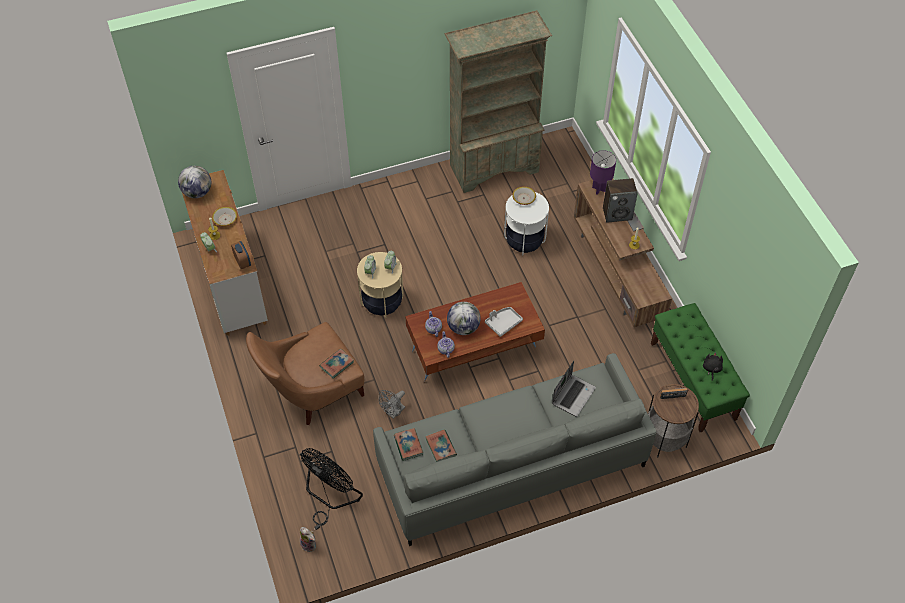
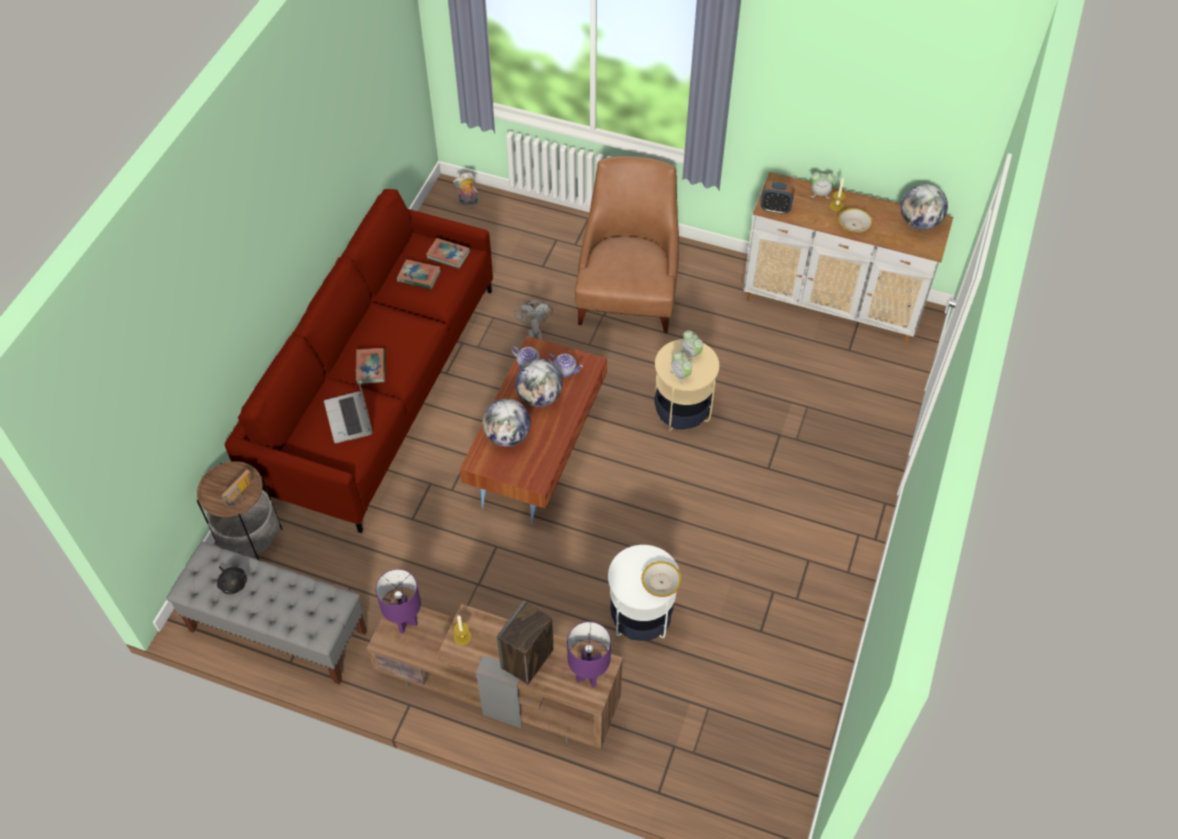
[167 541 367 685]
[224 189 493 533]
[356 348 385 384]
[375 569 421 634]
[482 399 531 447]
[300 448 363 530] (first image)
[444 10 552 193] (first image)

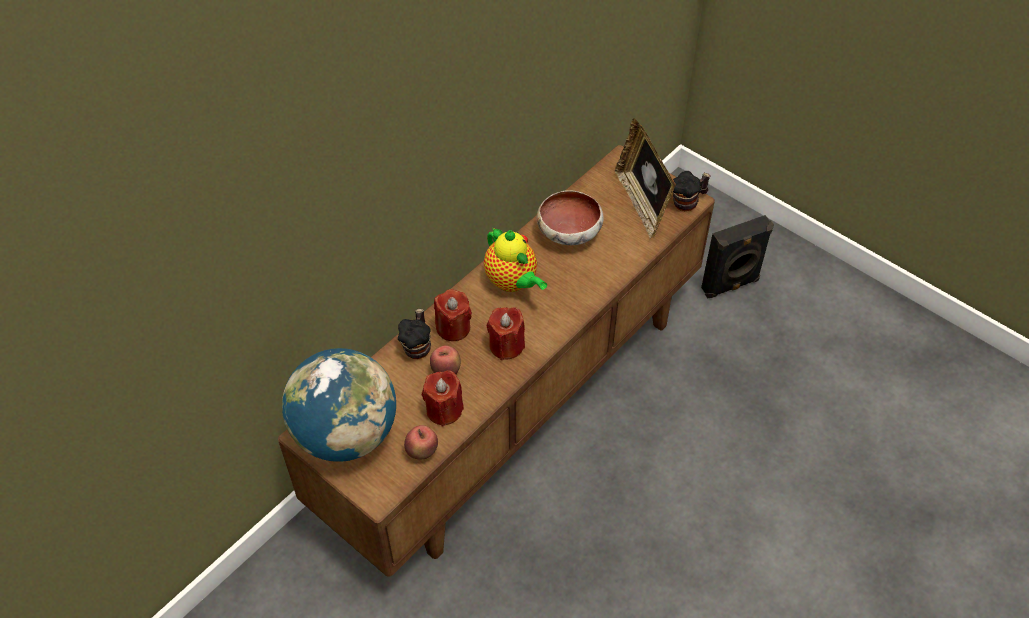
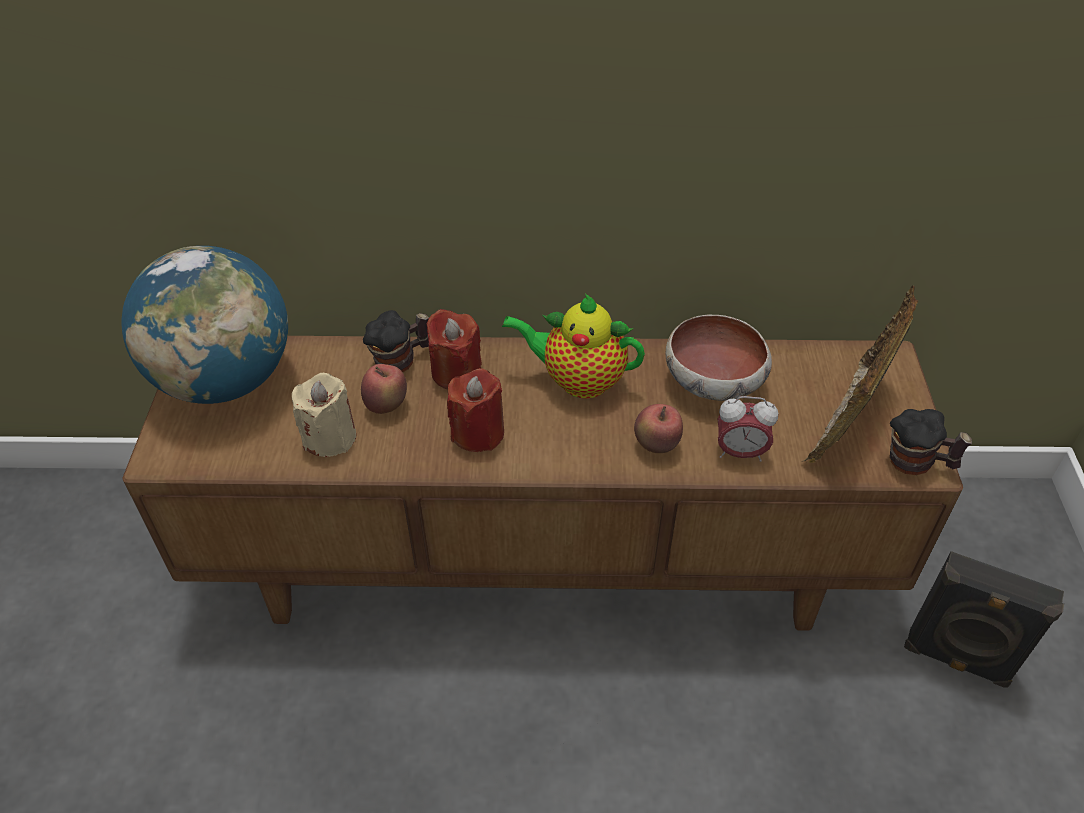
[292 373 356 457]
[502 294 645 398]
[634 404 683 453]
[717 396 778 462]

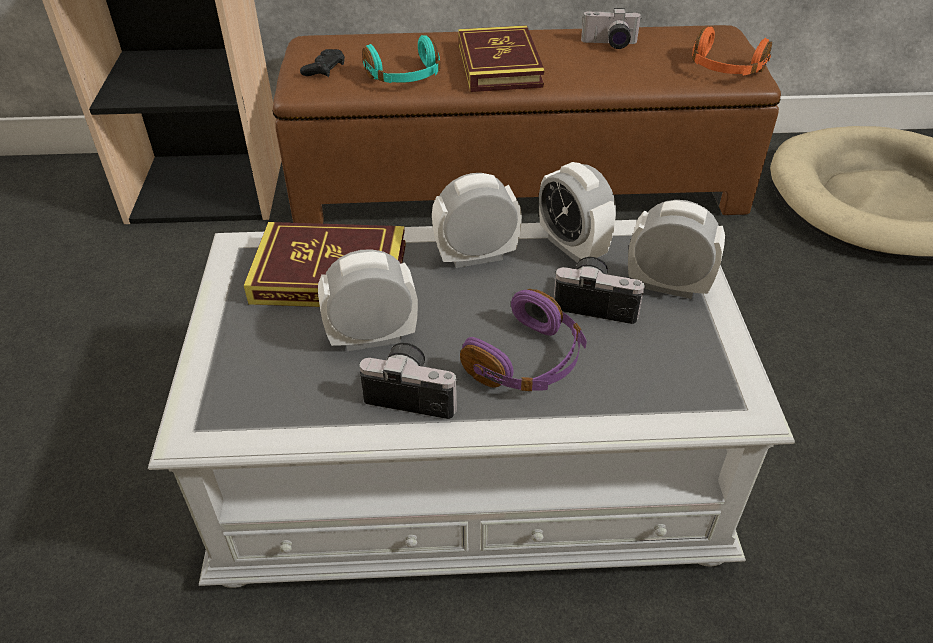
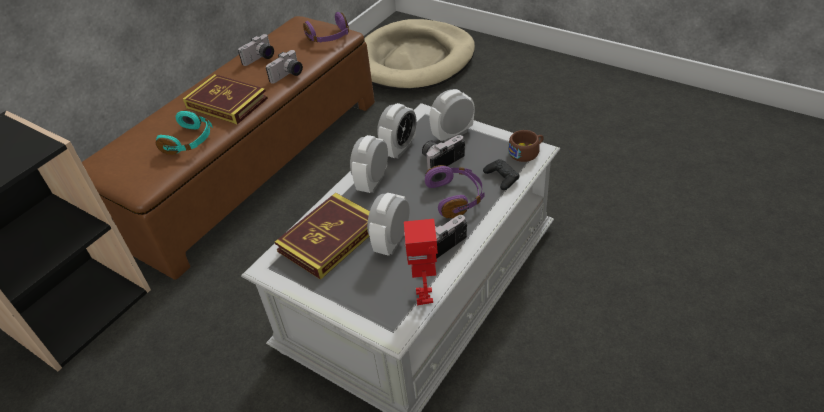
[266 50 303 84]
[303 12 349 43]
[377 103 417 159]
[404 219 438 305]
[483 159 520 190]
[508 130 543 162]

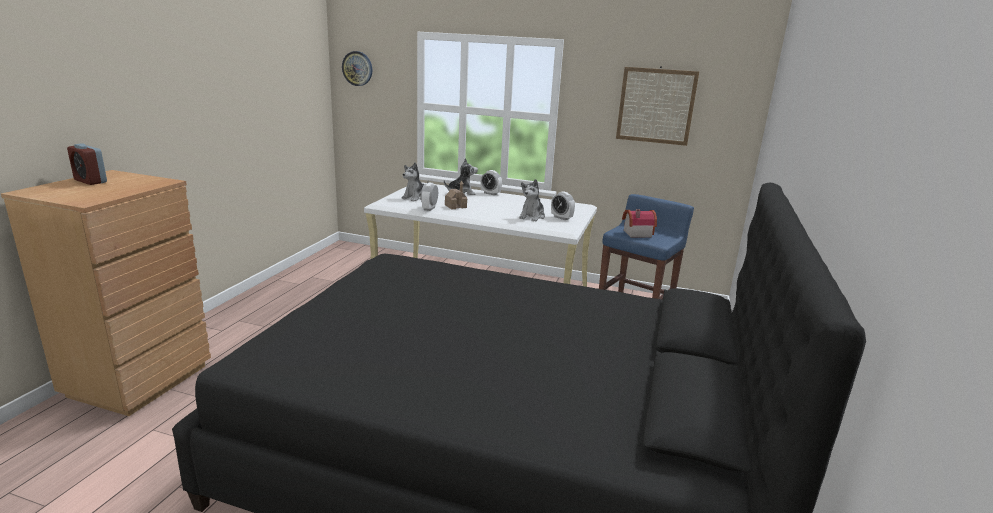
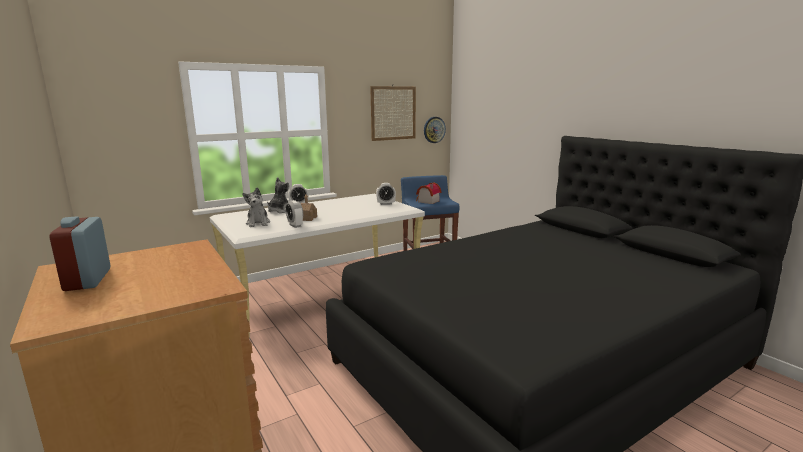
[50 216 110 291]
[424 117 446 143]
[519 179 545 222] (first image)

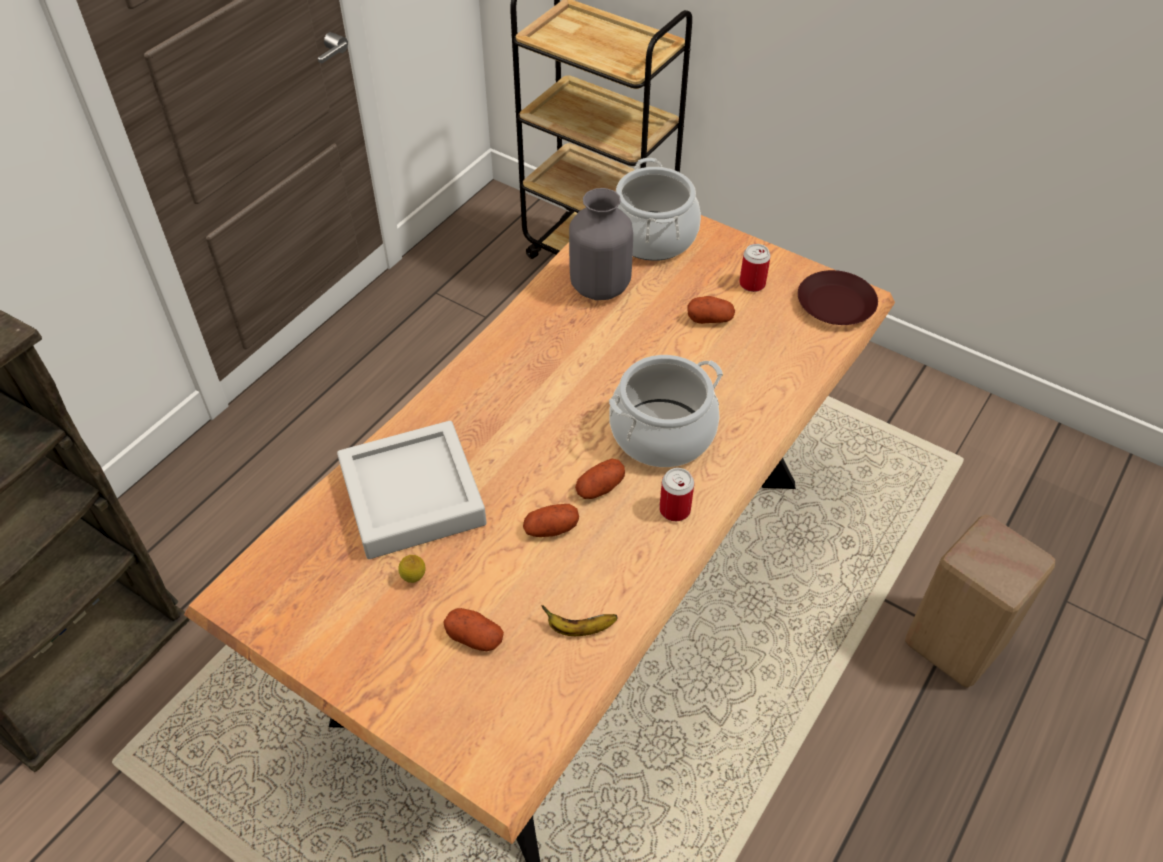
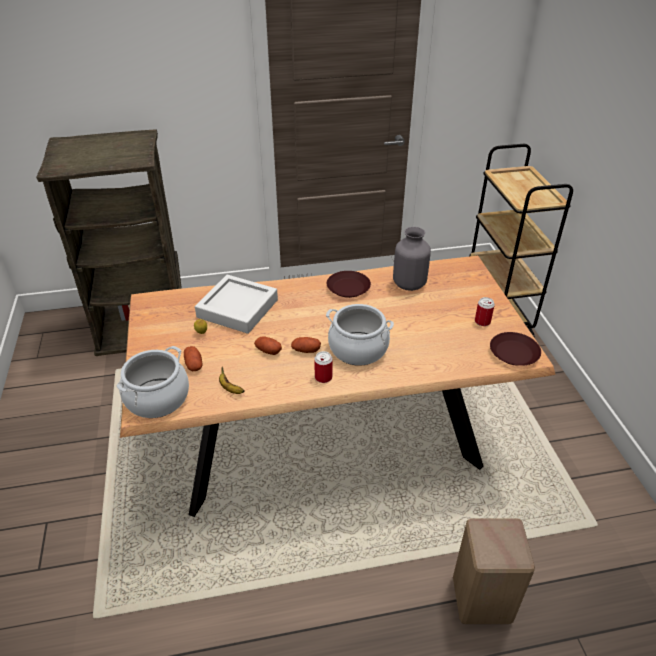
[116 346 189 418]
[327 271 371 298]
[687 296 735 324] (first image)

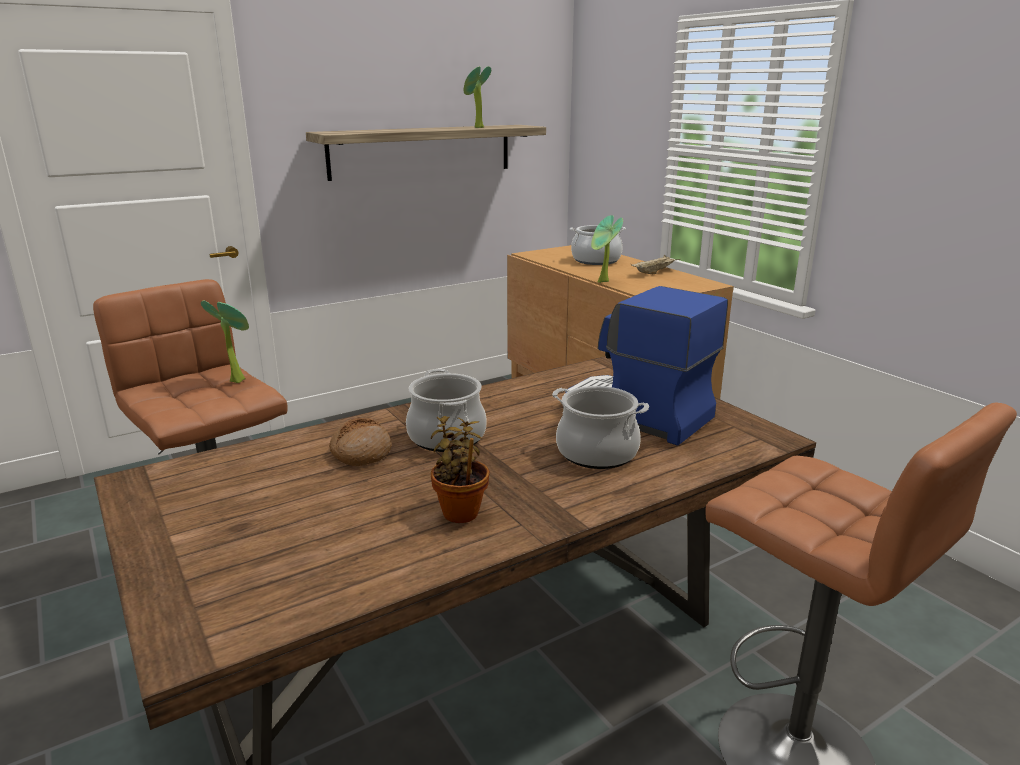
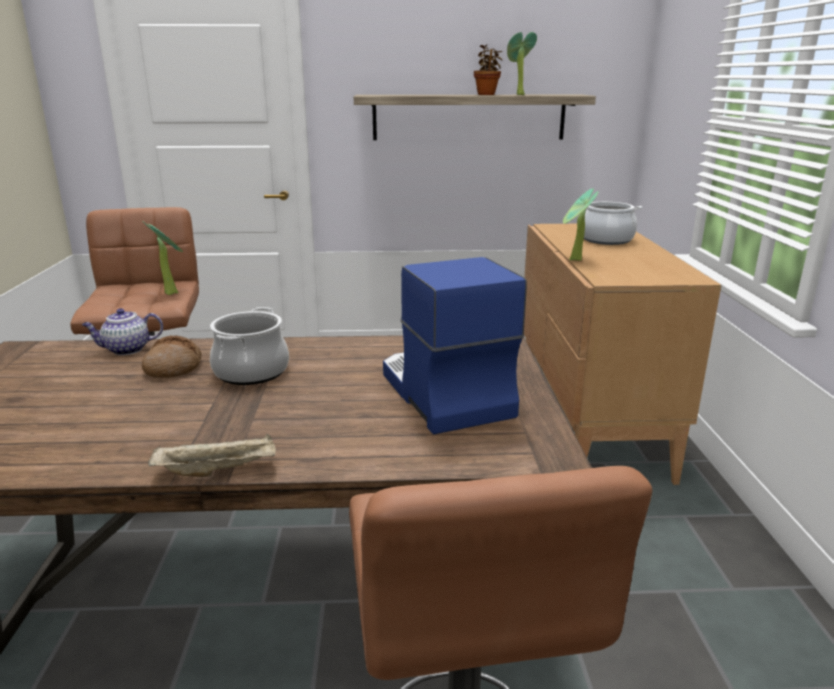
[82 308 163 355]
[148 434 276 477]
[474 44 502 95]
[552 386 649 469] (first image)

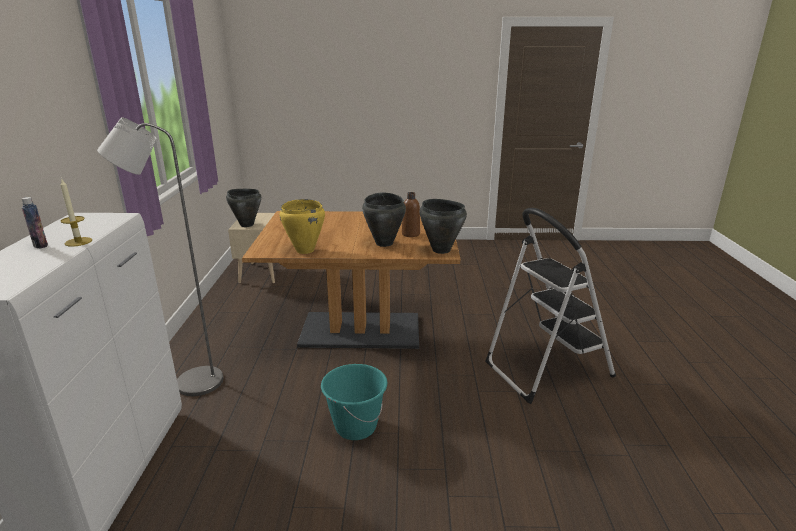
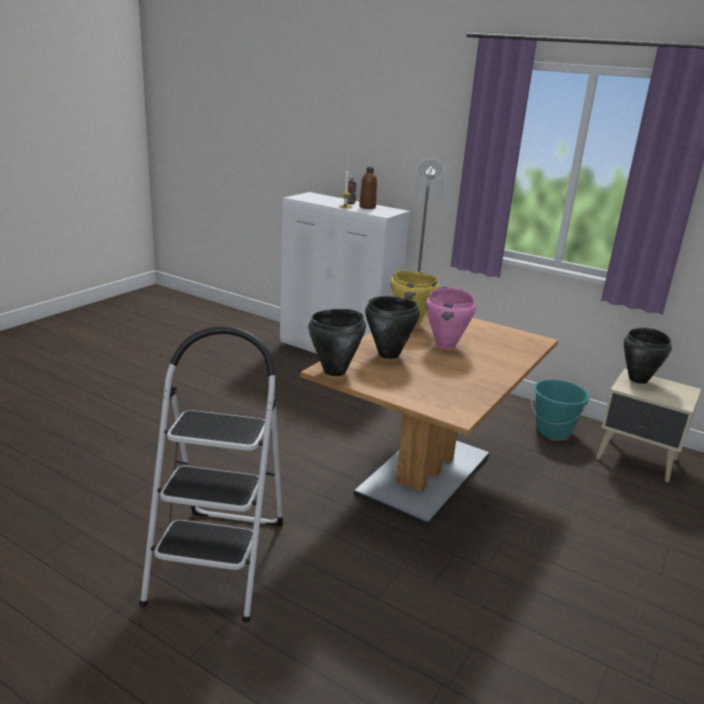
[359 167 377 209]
[426 287 476 349]
[531 379 590 439]

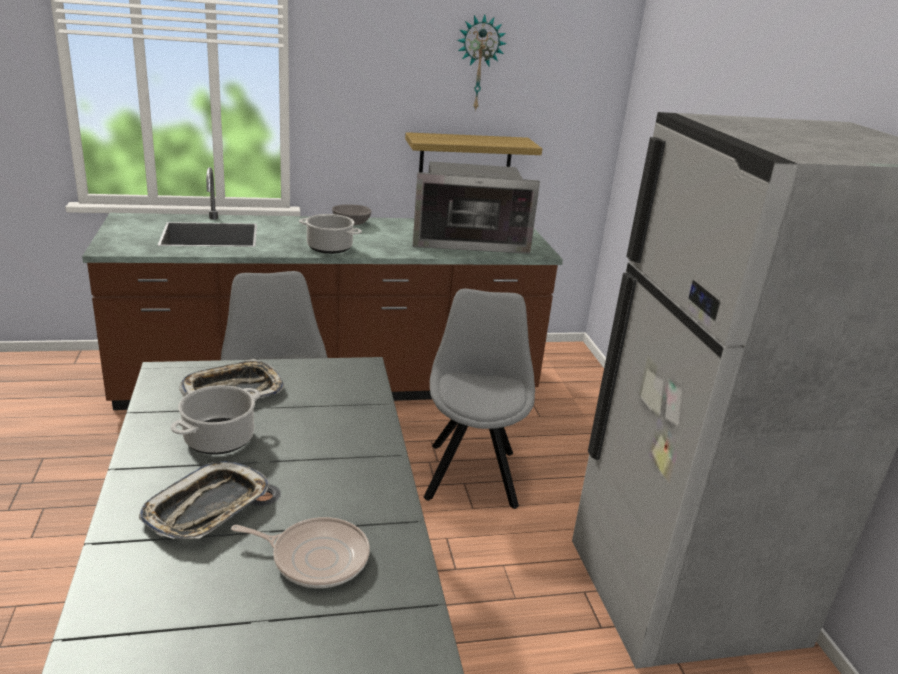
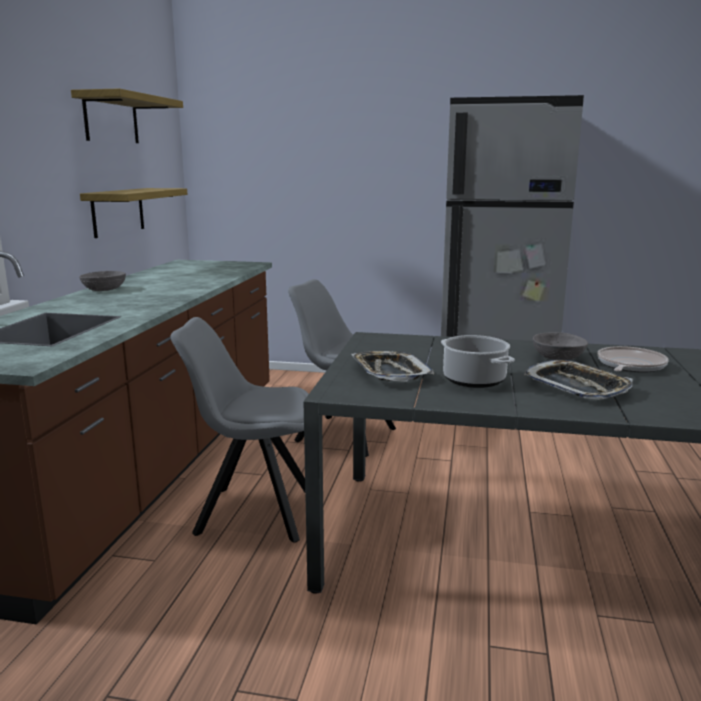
[71 89 183 143]
[533 332 588 360]
[299 214 362 254] (first image)
[413 161 540 254] (first image)

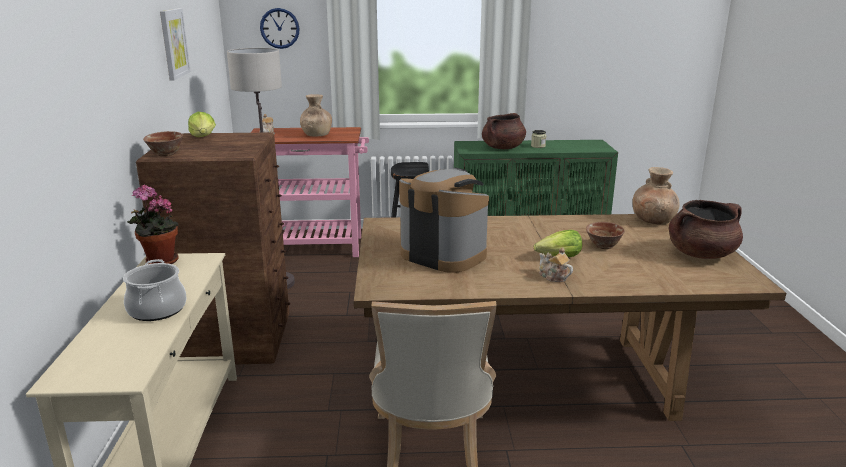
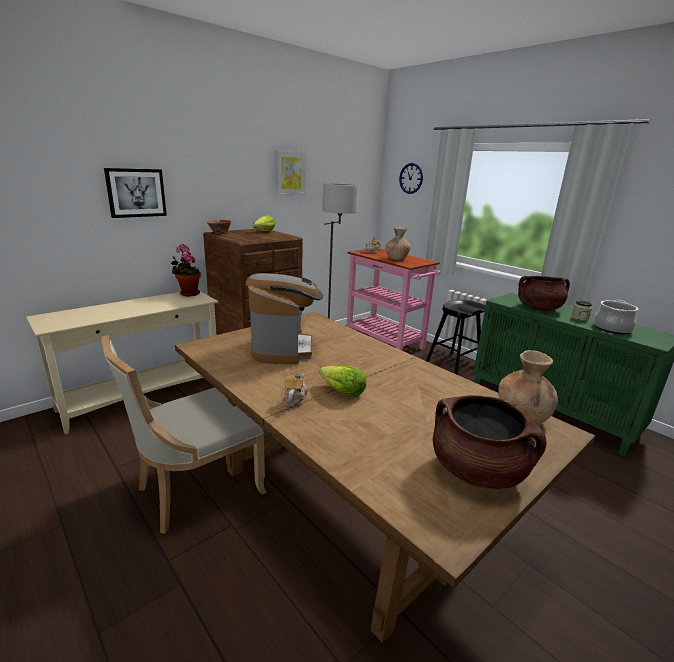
[104 168 167 218]
[593 300 639 334]
[586 222 625 249] (first image)

